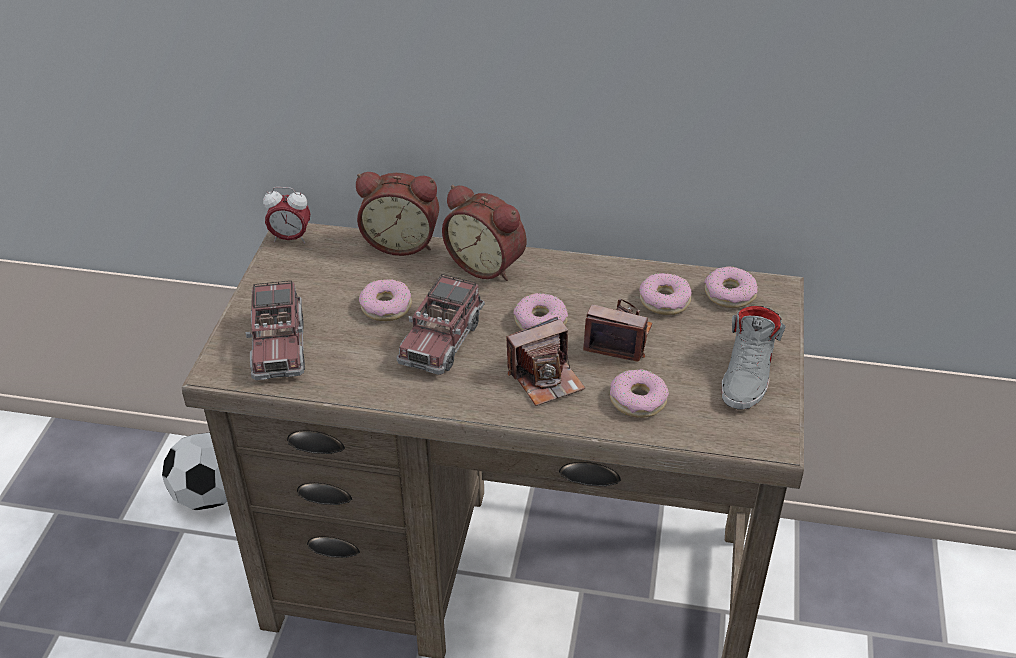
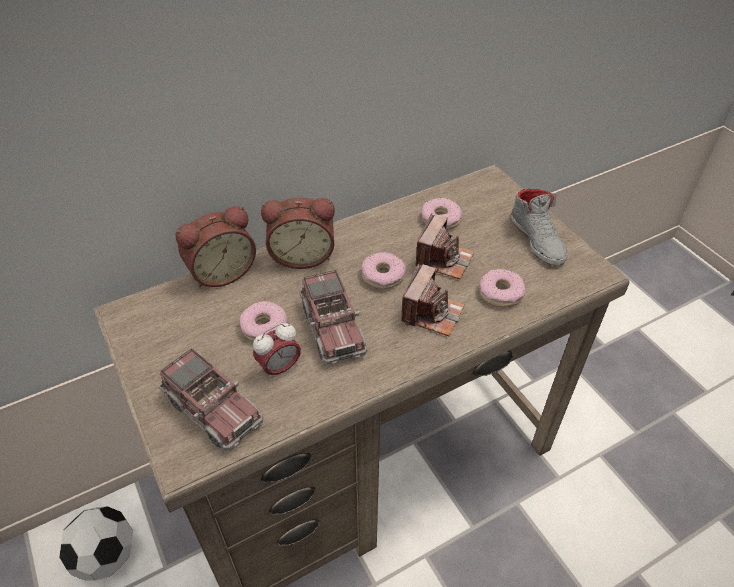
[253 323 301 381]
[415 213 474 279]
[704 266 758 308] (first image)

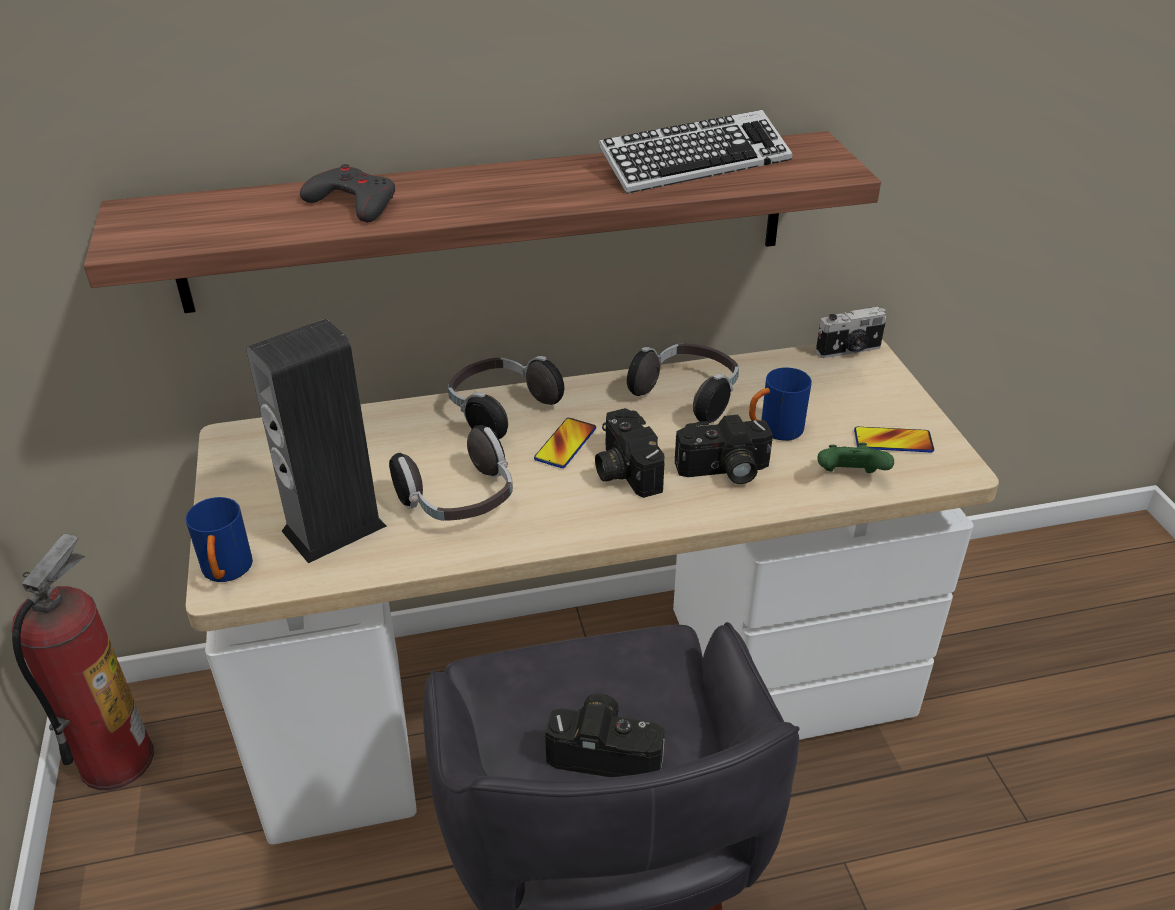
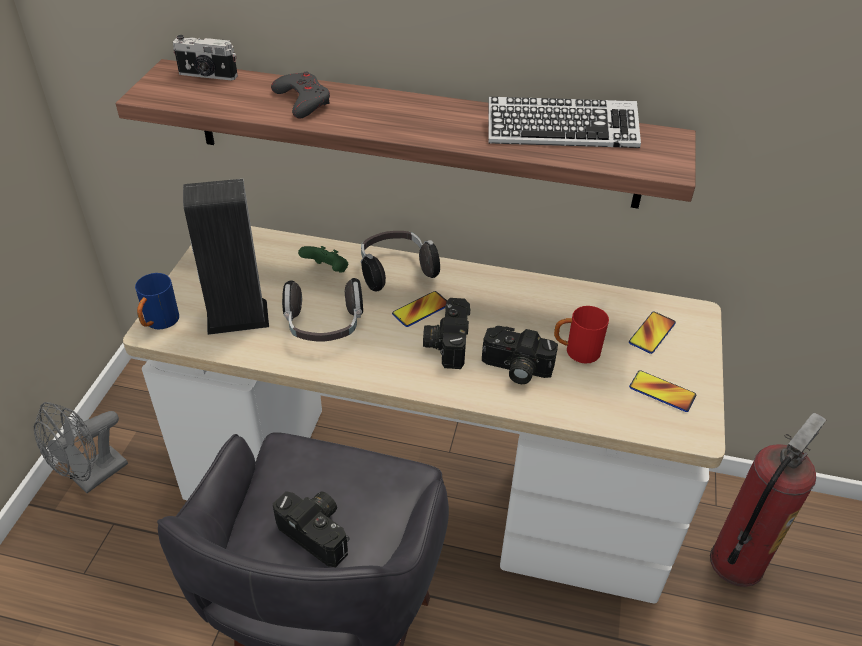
[34 402 128 493]
[173 35 238 80]
[298 246 348 273]
[554 306 609 363]
[629 312 676 354]
[710 413 826 587]
[627 343 739 423] (first image)

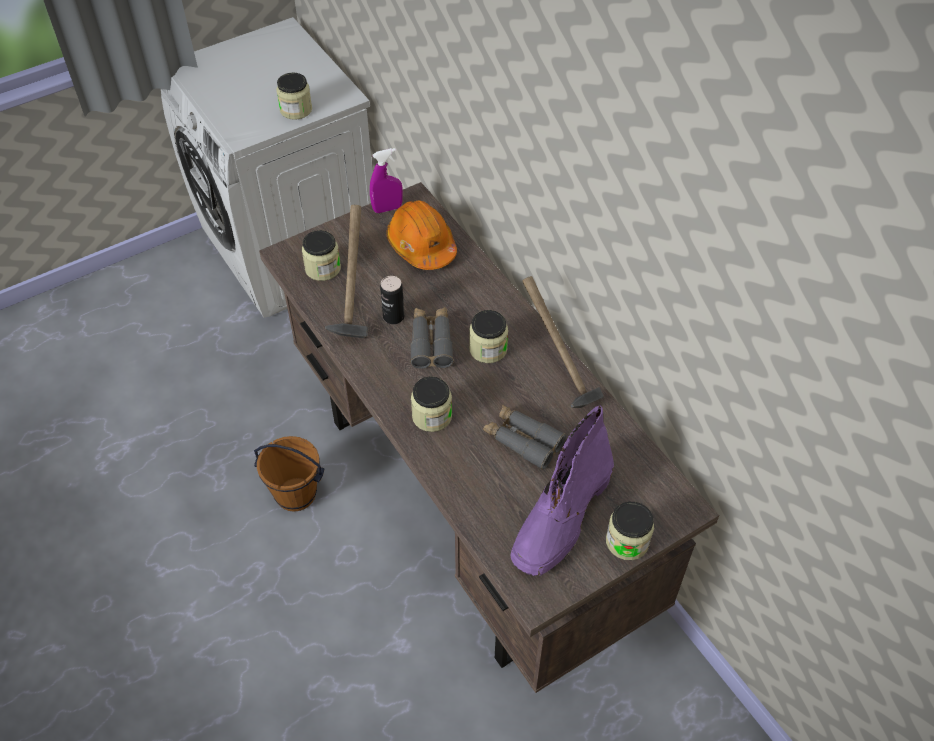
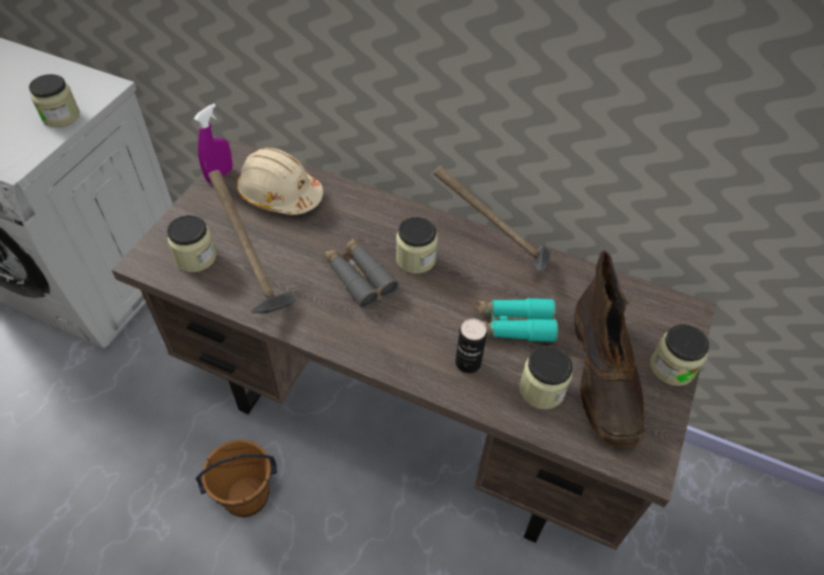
[236 148 323 215]
[455 319 487 373]
[476 298 558 343]
[519 346 572 409]
[574 250 644 448]

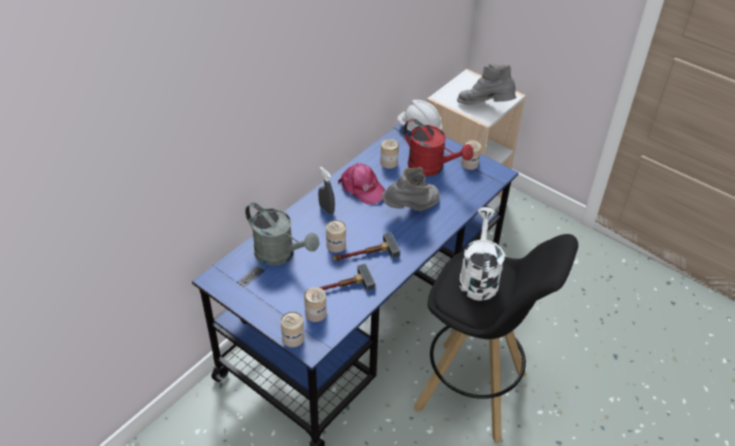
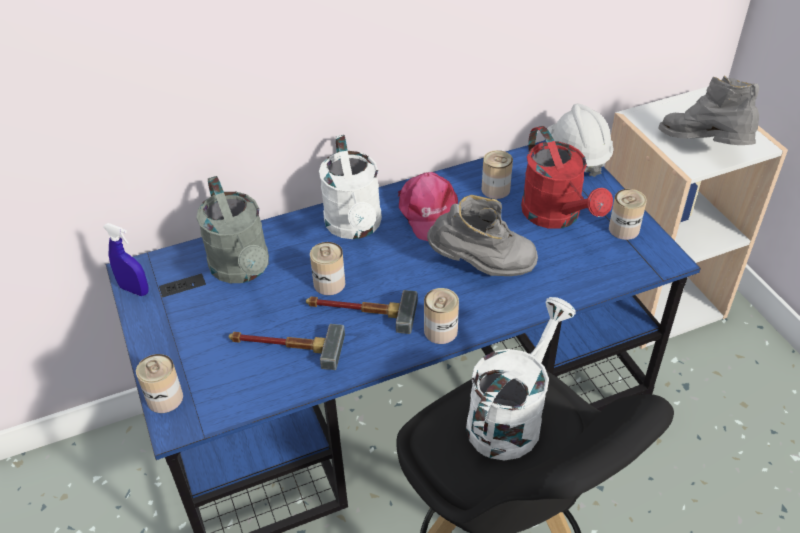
[103 223 149 296]
[319 135 382 239]
[424 288 459 344]

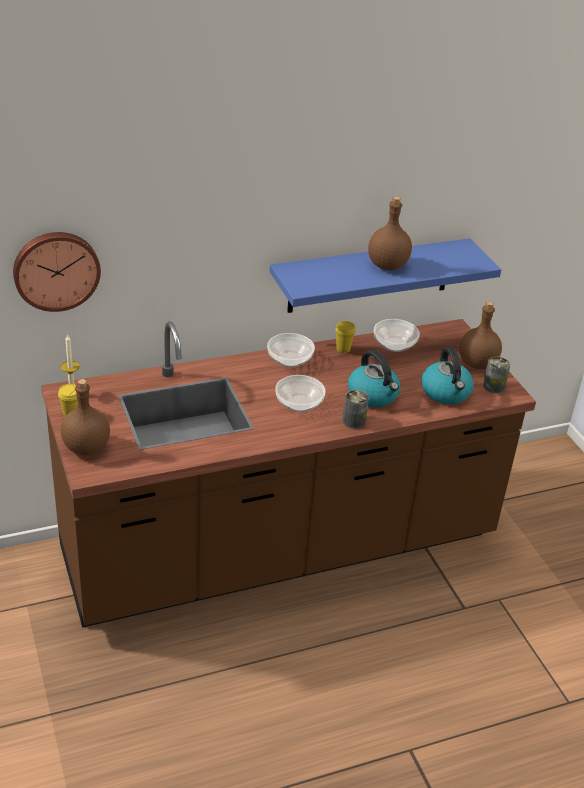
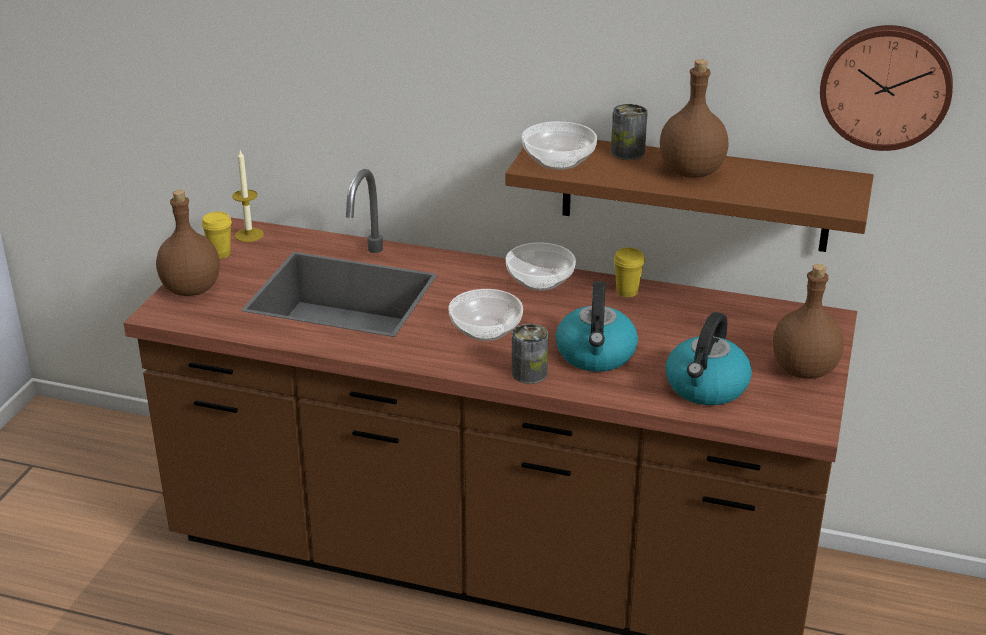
[505 140 874 252]
[522 121 597 170]
[611 104 648 160]
[820 25 953 151]

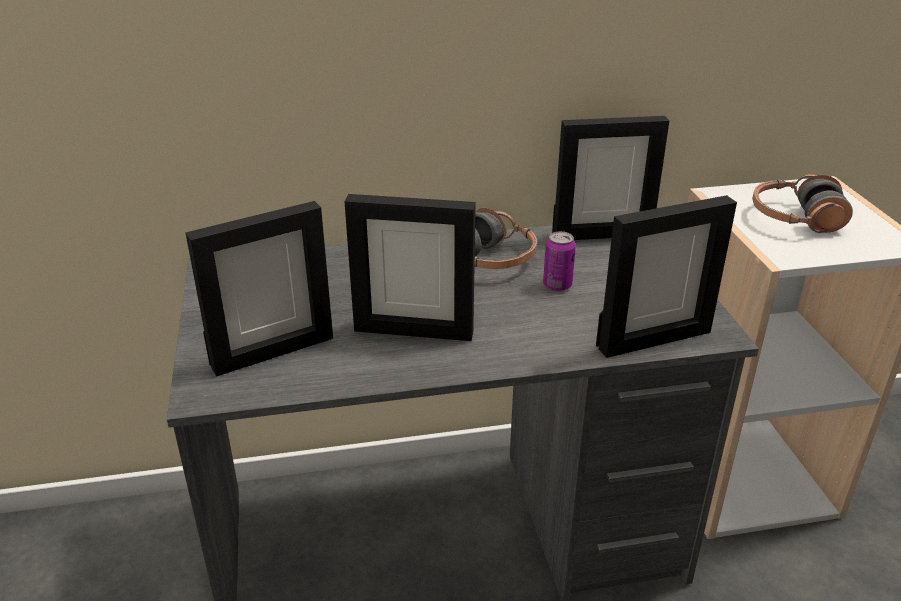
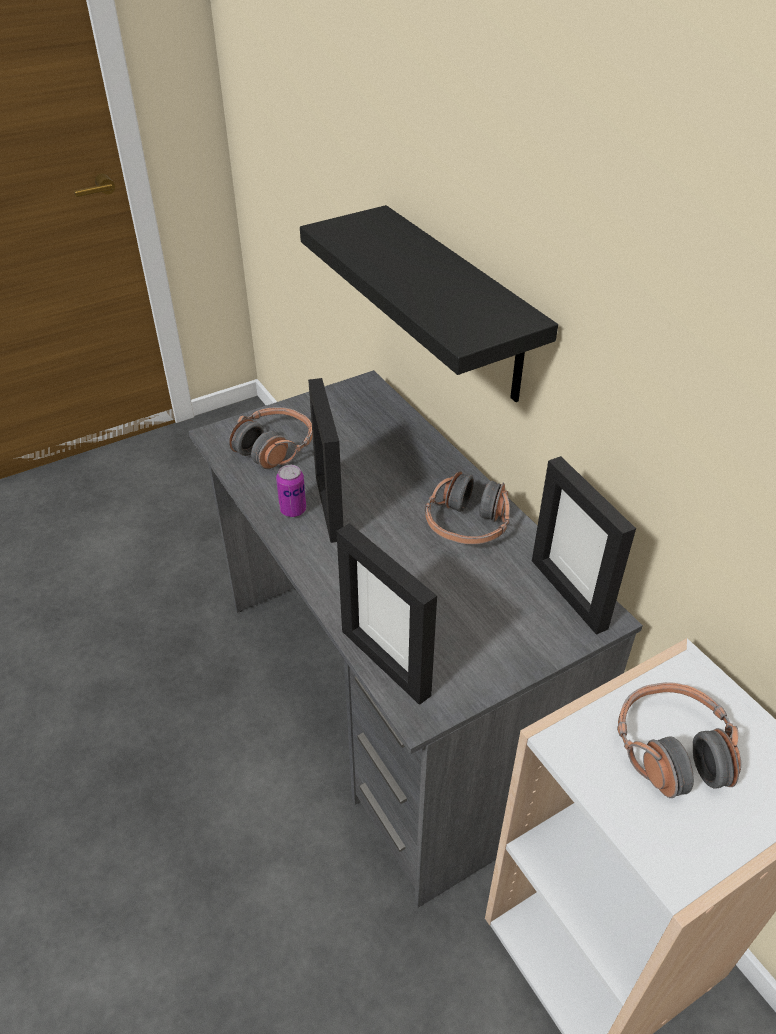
[229 407 313 469]
[276 465 306 517]
[300 205 558 402]

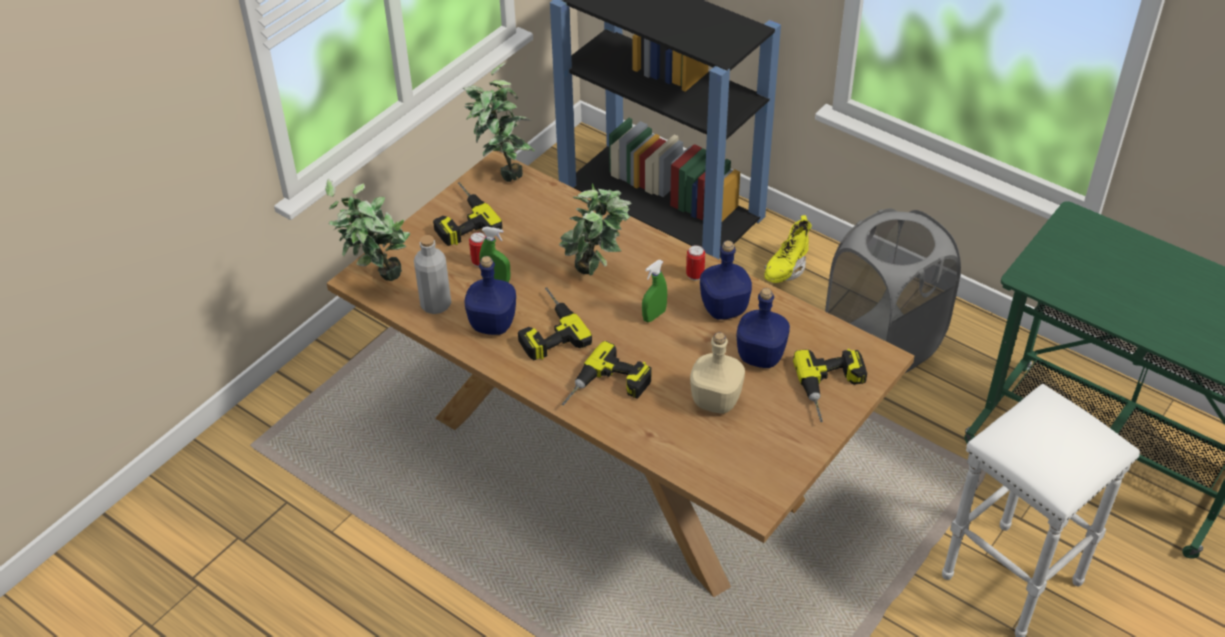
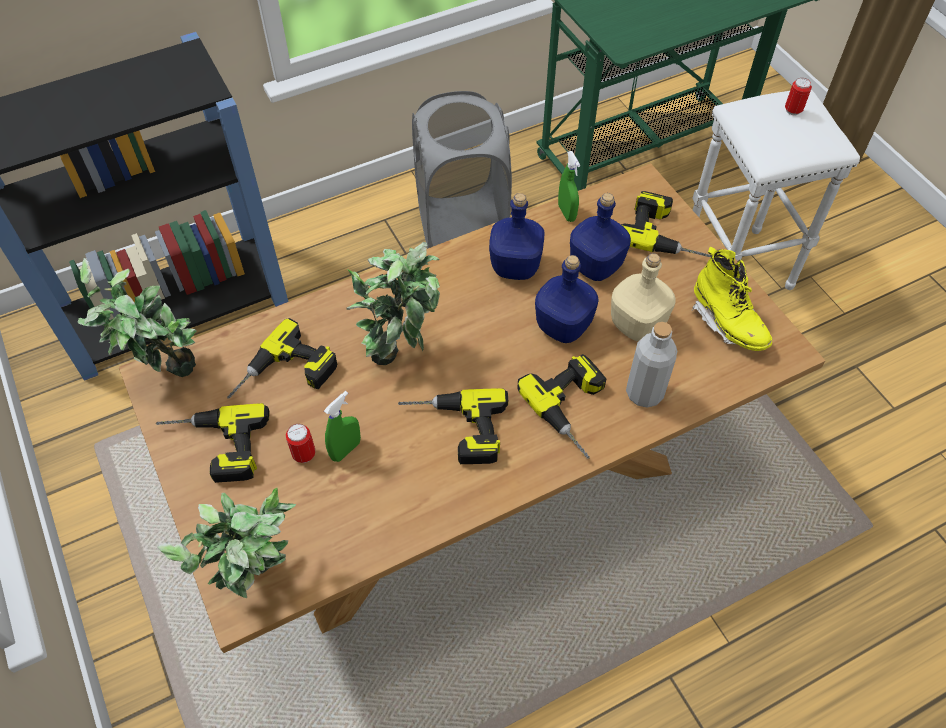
[227 318 337 399]
[535 255 598 343]
[558 151 580 222]
[626 322 677 408]
[691 247 772 351]
[785 78 812 115]

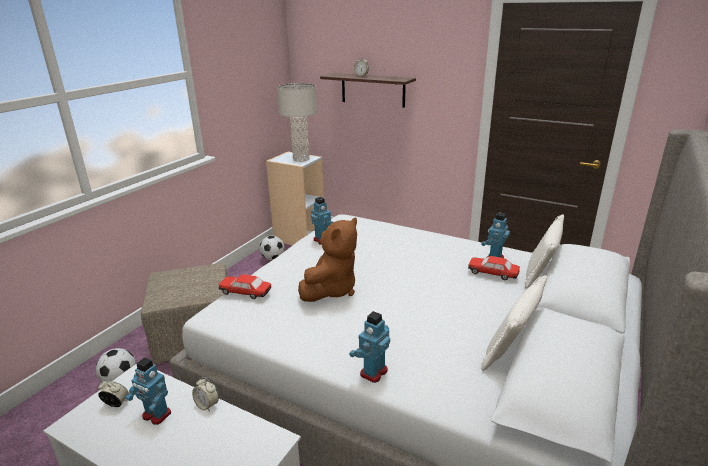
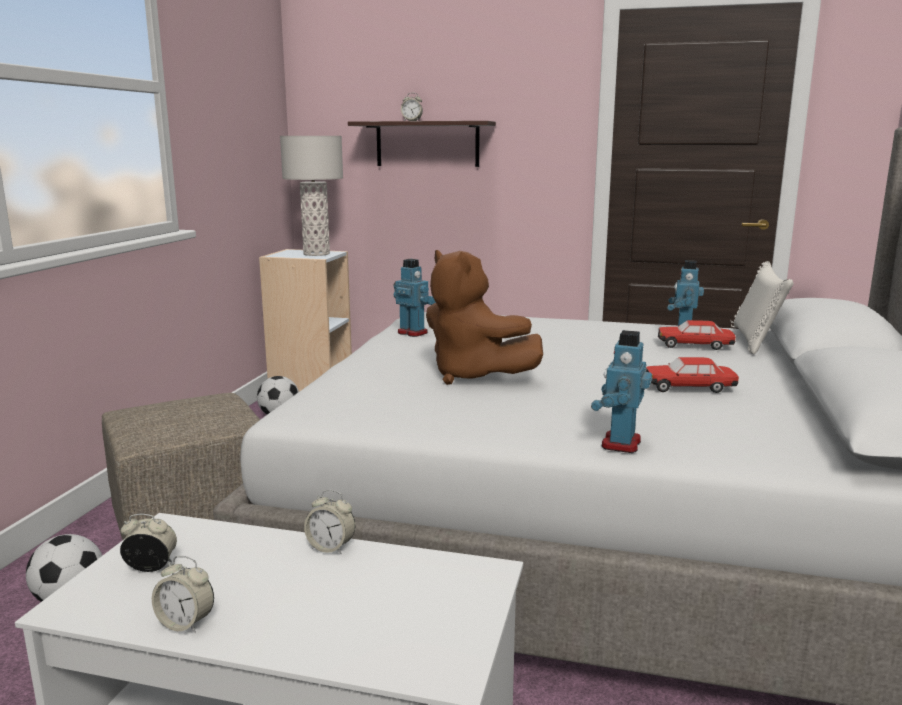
[152 556 214 633]
[426 250 543 385]
[646 357 739 393]
[125 357 171 425] (first image)
[481 275 547 371] (first image)

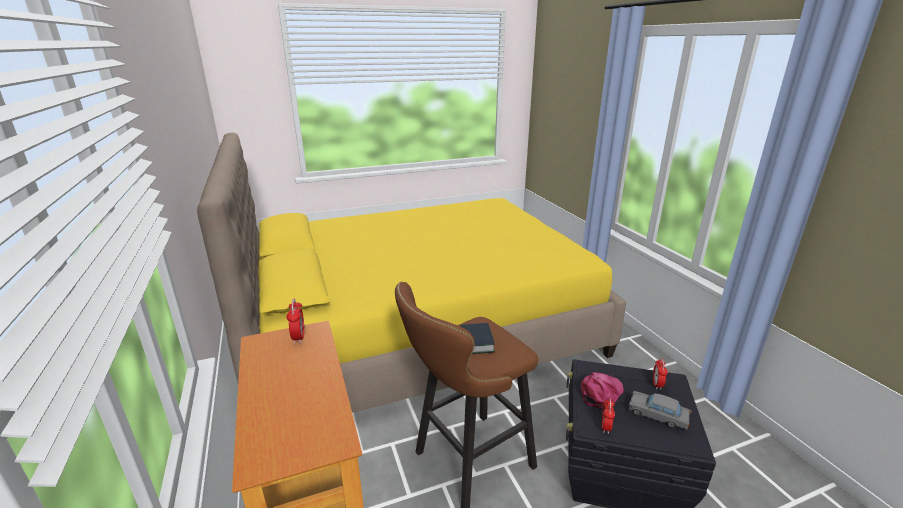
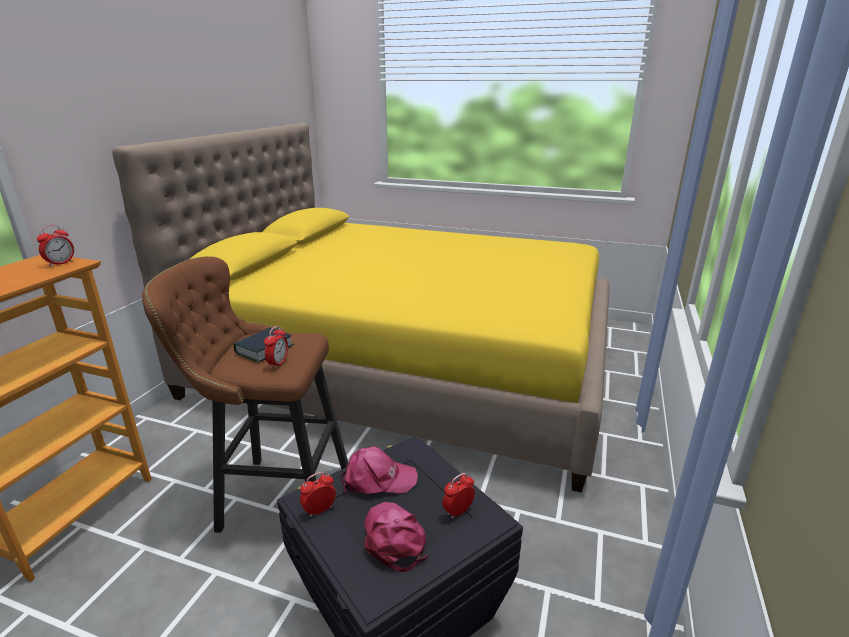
[264 326 288 369]
[364 502 428 572]

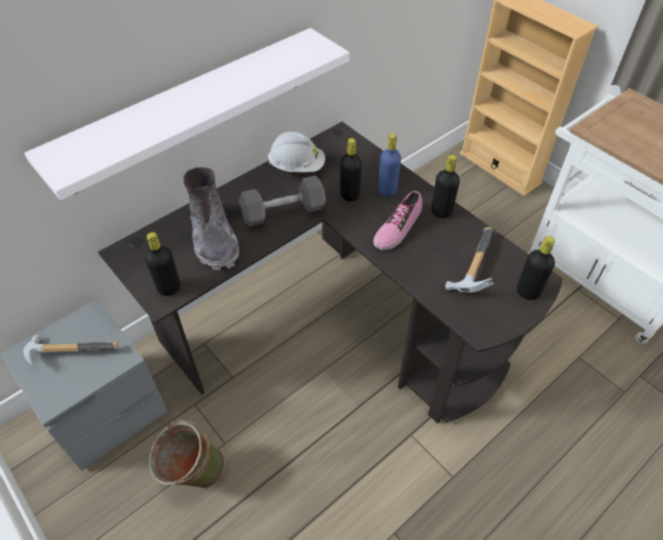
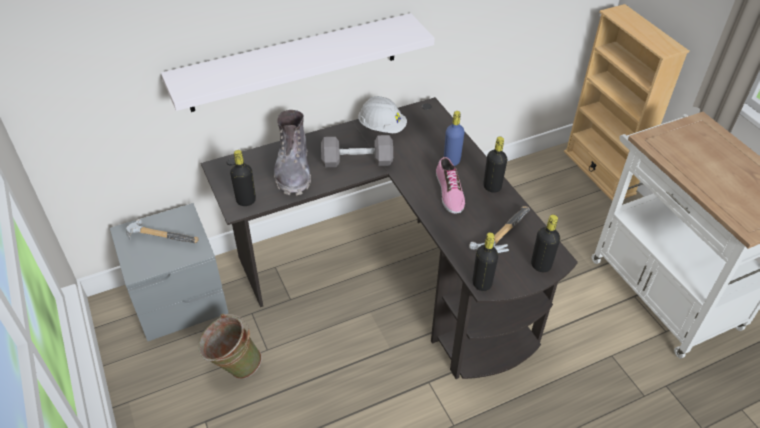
[436 157 465 214]
[473 232 498 291]

